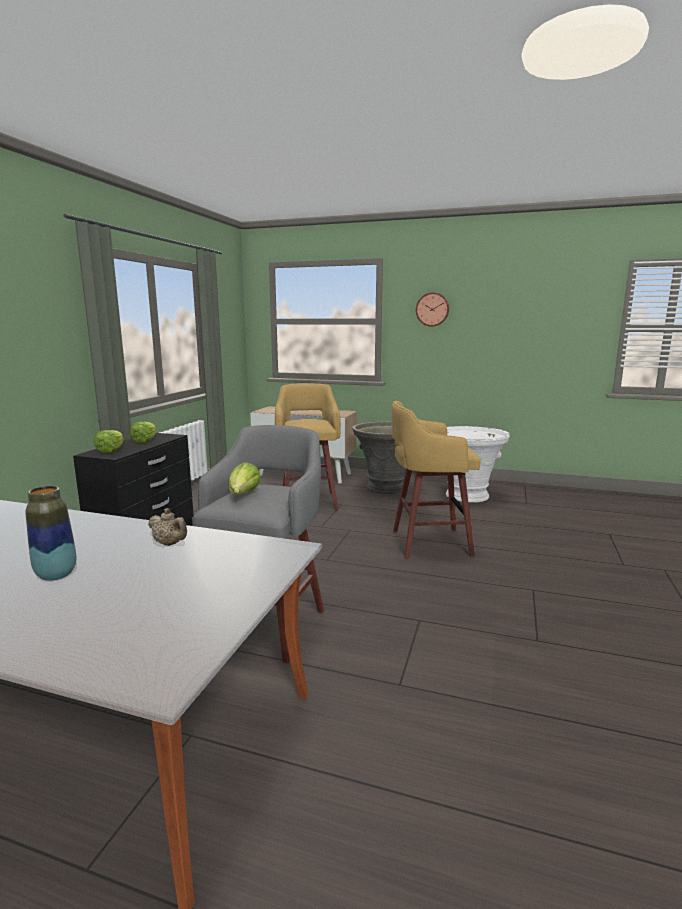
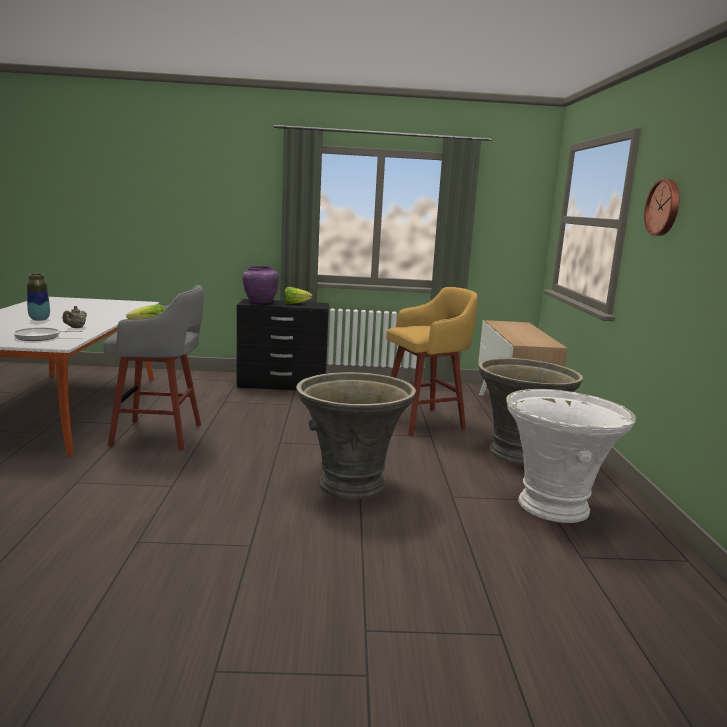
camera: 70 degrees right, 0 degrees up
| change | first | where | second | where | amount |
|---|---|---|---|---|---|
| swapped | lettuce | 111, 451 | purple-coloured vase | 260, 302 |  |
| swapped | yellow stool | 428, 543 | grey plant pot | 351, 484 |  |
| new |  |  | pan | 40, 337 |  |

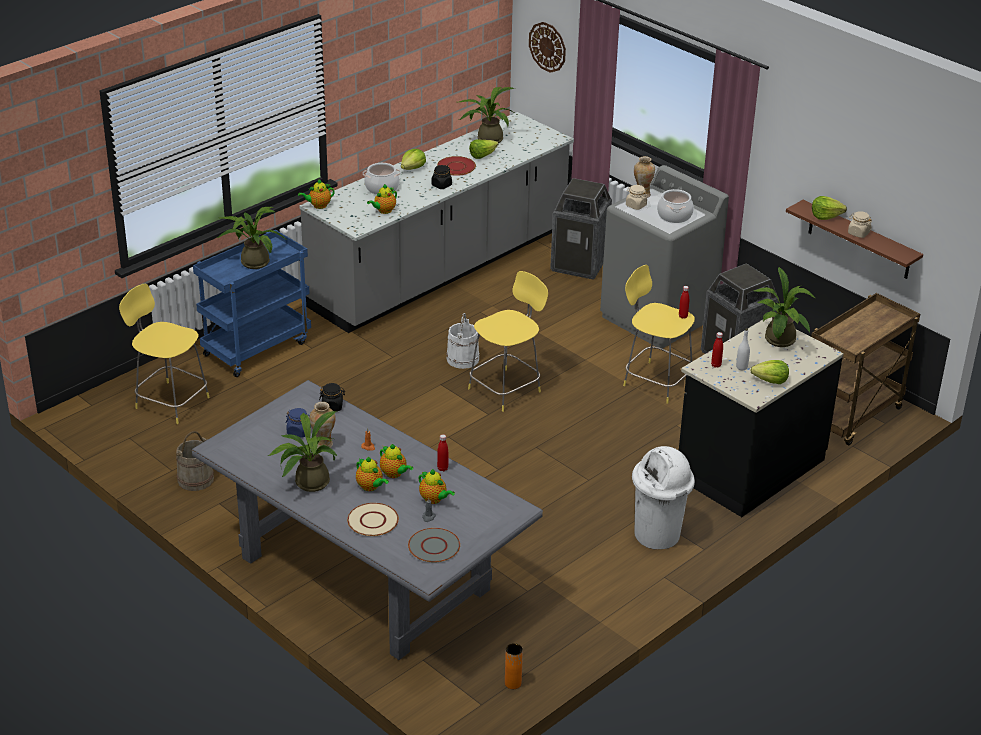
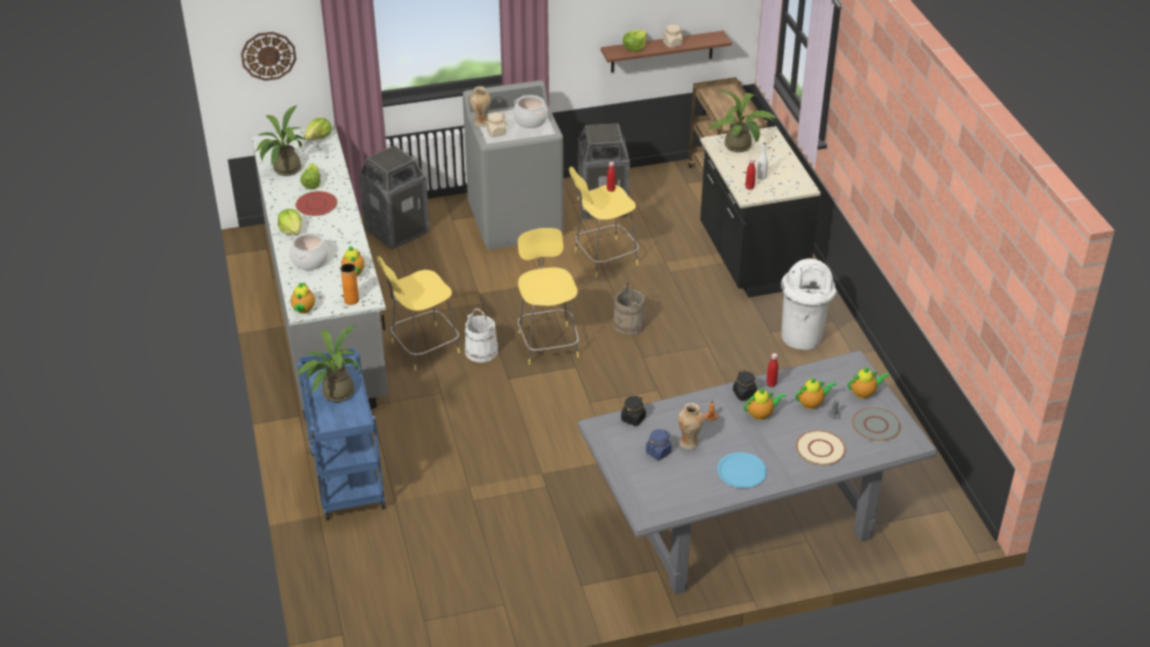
camera: 60 degrees left, 5 degrees up
| change | first | where | second | where | amount |
|---|---|---|---|---|---|
| shifted | yellow stool | 170, 402 |  | 423, 348 |  |
| shifted | beige bucket | 195, 479 |  | 629, 325 |  |
| swapped | houseplant | 307, 483 | blue dinner plate | 741, 471 |  |
| shifted | pot for tea | 370, 487 |  | 864, 393 |  |
| shifted | black-coloured preserve jar | 441, 185 |  | 744, 394 |  |
| shifted | orange vase | 513, 683 |  | 351, 300 |  |
| shifted | lettuce | 770, 380 |  | 319, 137 |  |

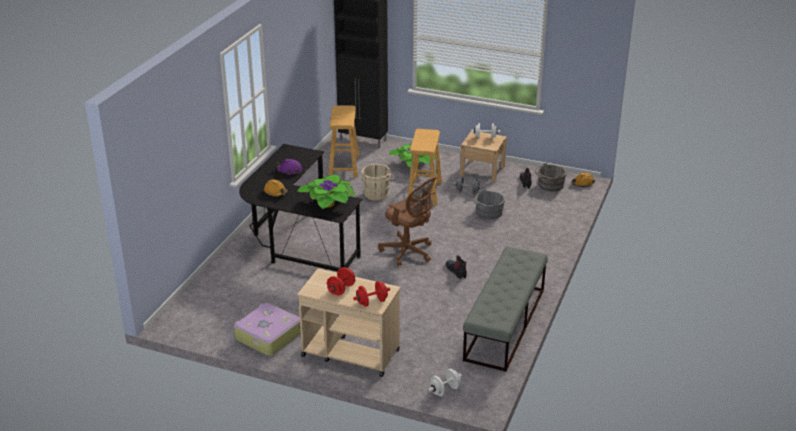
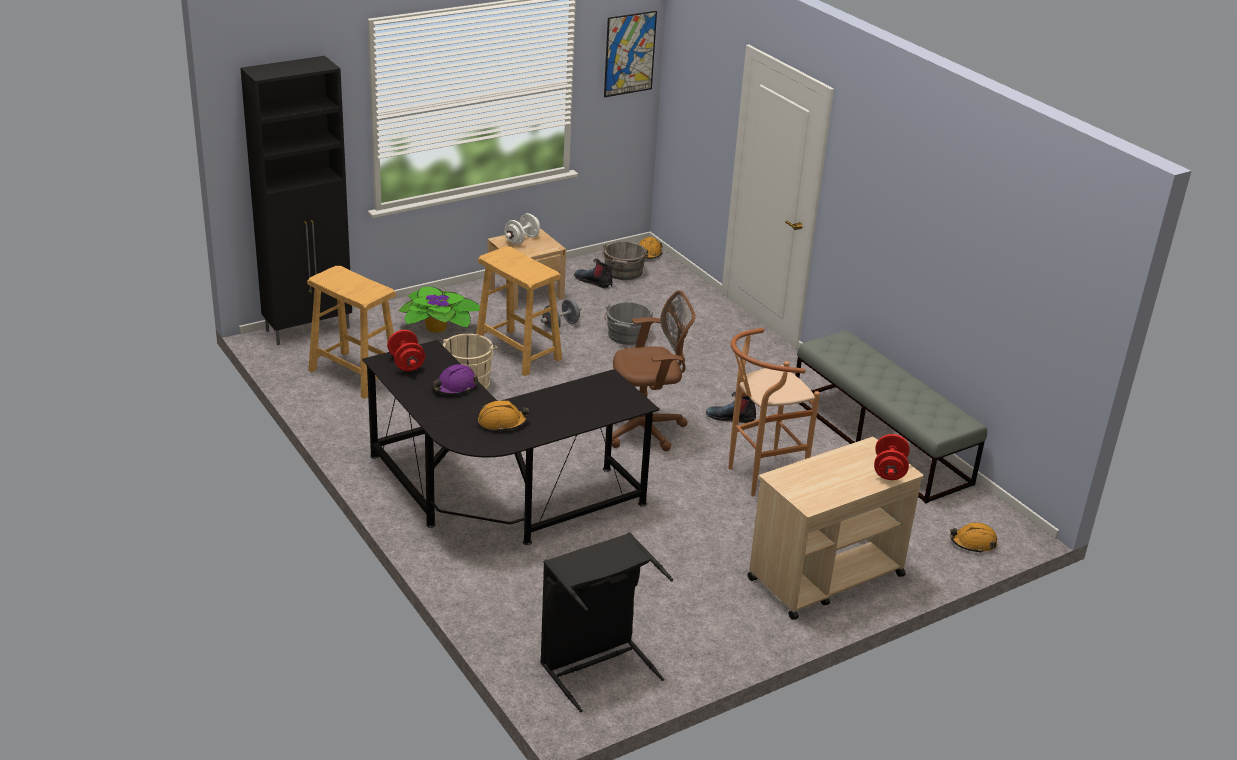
camera: 55 degrees left, 0 degrees up
| change | first | where | second | where | amount |
|---|---|---|---|---|---|
| gone | travel case | 267, 336 |  |  |  |
| gone | houseplant | 328, 204 |  |  |  |
| shifted | red-coloured hand weight | 341, 289 |  | 406, 363 |  |
| swapped | whitish hand weight | 445, 390 | orange safety helmet | 973, 543 |  |
| new |  |  | black-coloured washing basket | 595, 664 |  |
| new |  |  | picture | 629, 54 |  |
| new |  |  | brownish stool | 758, 478 |  |

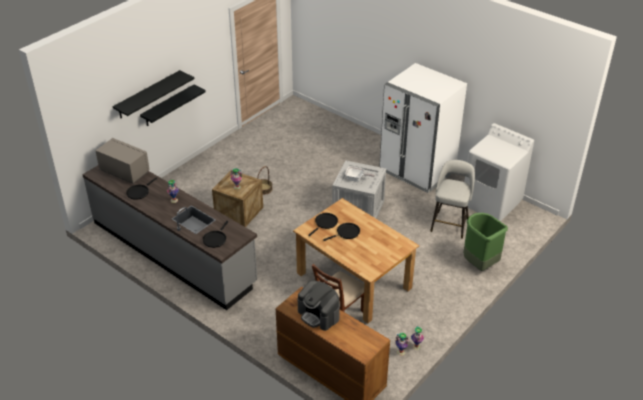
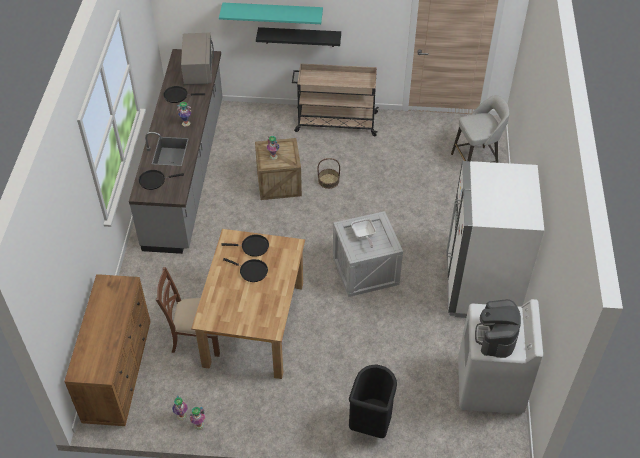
camera: 55 degrees right, 10 degrees up
| change | first | where | second | where | amount |
|---|---|---|---|---|---|
| repainted | black-coloured shelf | 148, 95 | blue-green shelf | 272, 13 |  |
| shifted | coffee maker | 319, 314 |  | 496, 337 |  |
| shifted | grey stool | 450, 224 |  | 476, 162 |  |
| repainted | green trash can | 479, 264 | black-coloured trash can | 370, 423 |  |
| new |  |  | beige wheeled cart | 335, 122 |  |

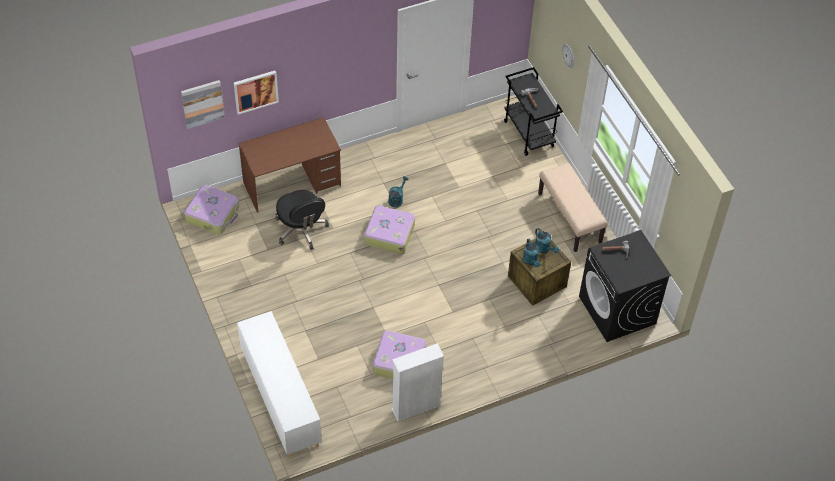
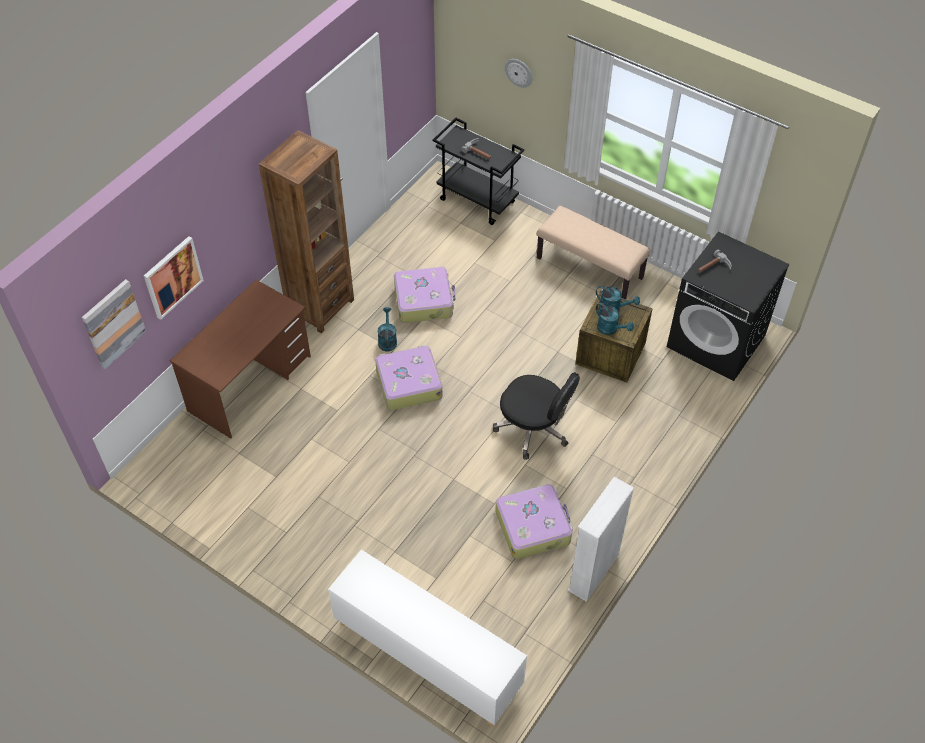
camera: 30 degrees left, 0 degrees up
| change | first | where | second | where | amount |
|---|---|---|---|---|---|
| shifted | travel case | 213, 214 |  | 424, 301 |  |
| shifted | black-coloured desk chair | 301, 230 |  | 534, 428 |  |
| new |  |  | brownish bookshelf | 320, 306 |  |

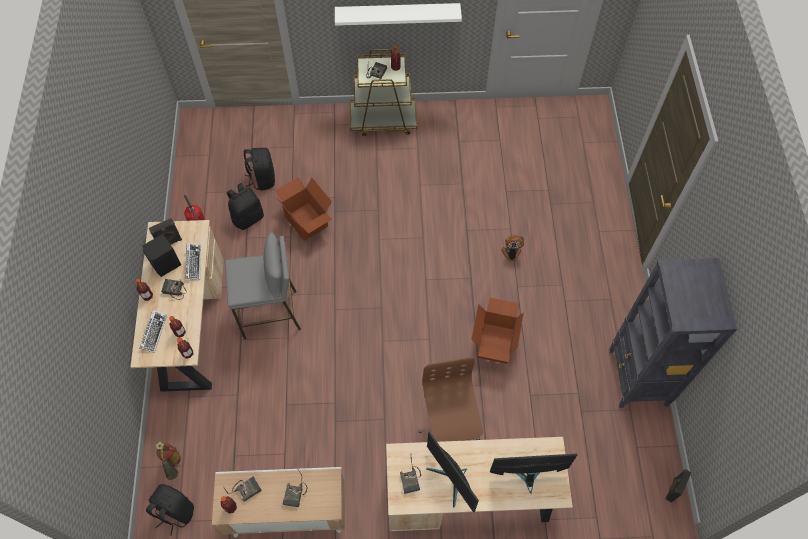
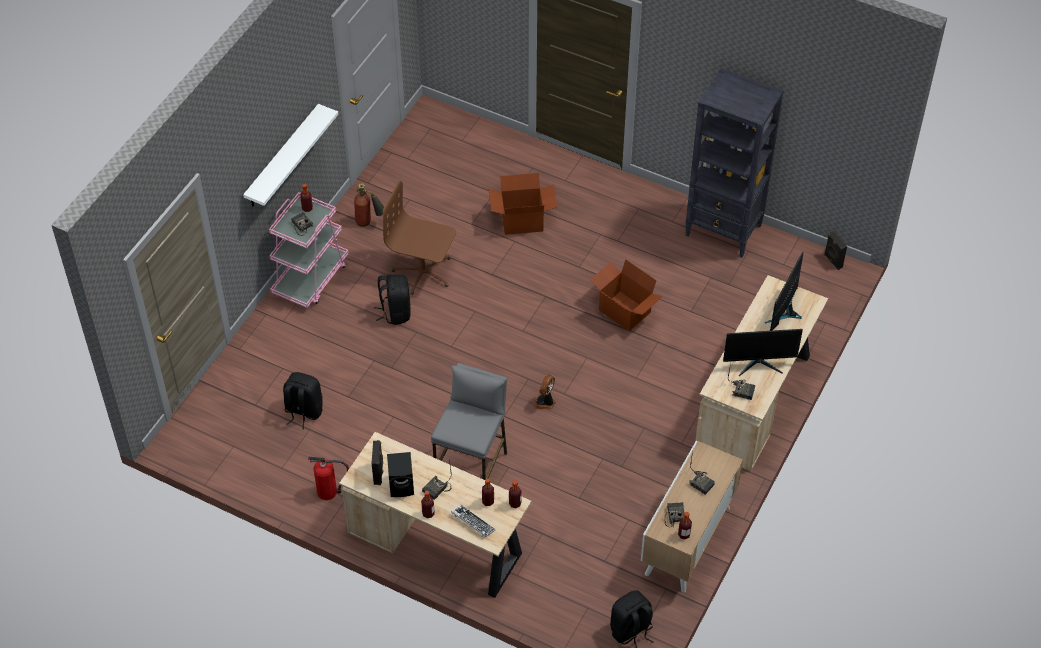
camera: 60 degrees left, 10 degrees down
| change | first | where | second | where | amount |
|---|---|---|---|---|---|
| shifted | fire-fighting cylinder | 174, 466 |  | 369, 222 |  |
| gone | PC keyboard | 193, 263 |  |  |  |
| shifted | black-coloured knapsack | 248, 217 |  | 395, 312 |  |
| shifted | carton | 307, 221 |  | 522, 220 |  |
| repainted | brownish wheeled cart | 383, 120 | pink wheeled cart | 311, 278 |  |
| shifted | brownish desk chair | 449, 427 |  | 423, 272 |  |
| shifted | cooling fan | 511, 254 |  | 545, 402 |  |

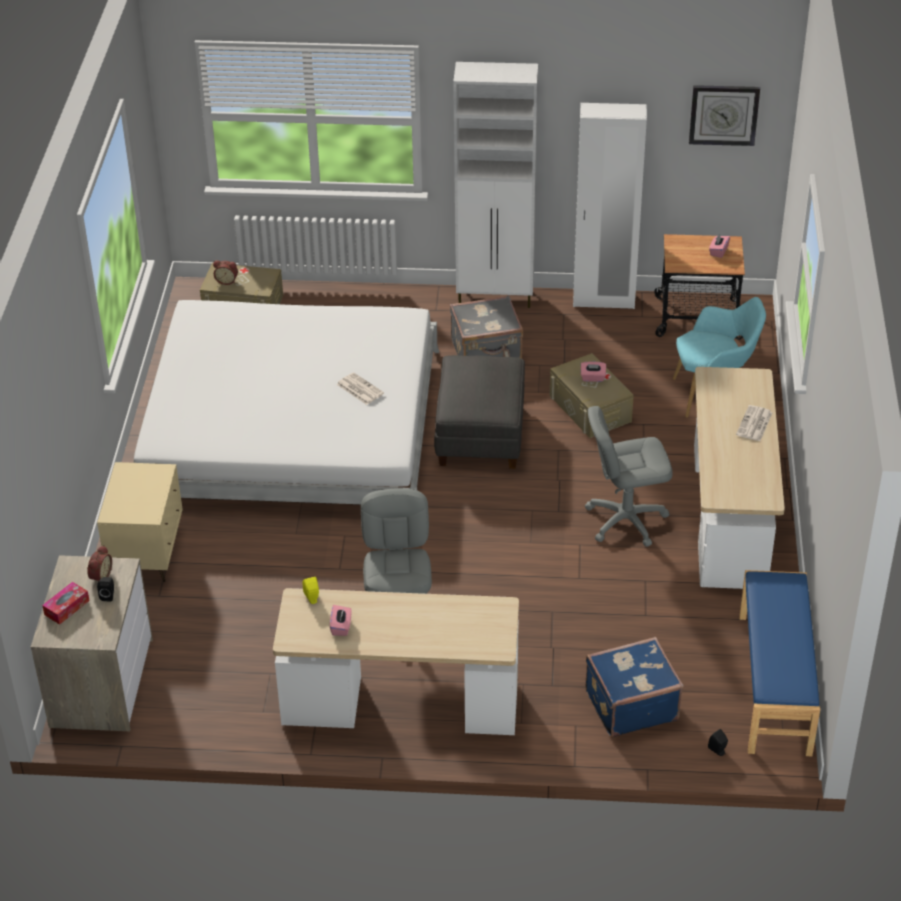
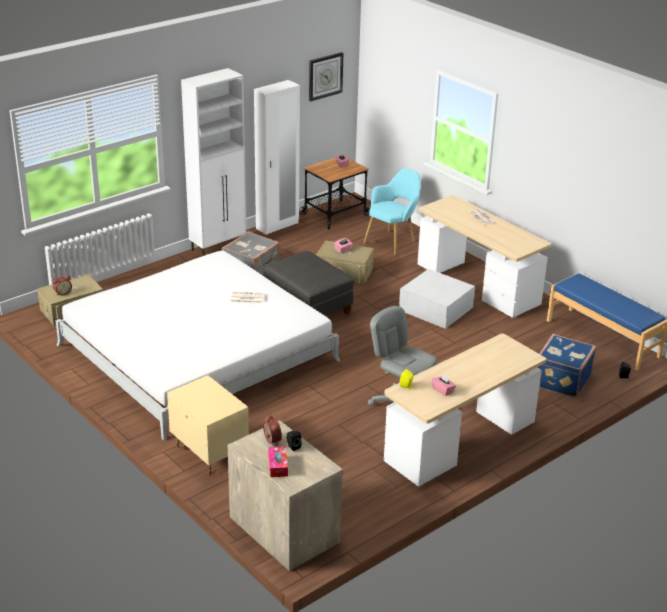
camera: 45 degrees left, 10 degrees down
| change | first | where | second | where | amount |
|---|---|---|---|---|---|
| swapped | grey desk chair | 625, 520 | whitish storage box | 436, 308 |  |

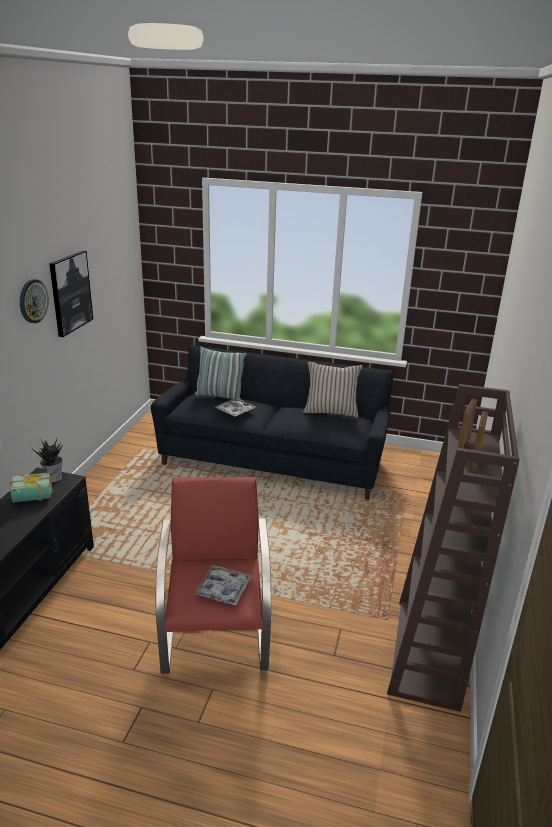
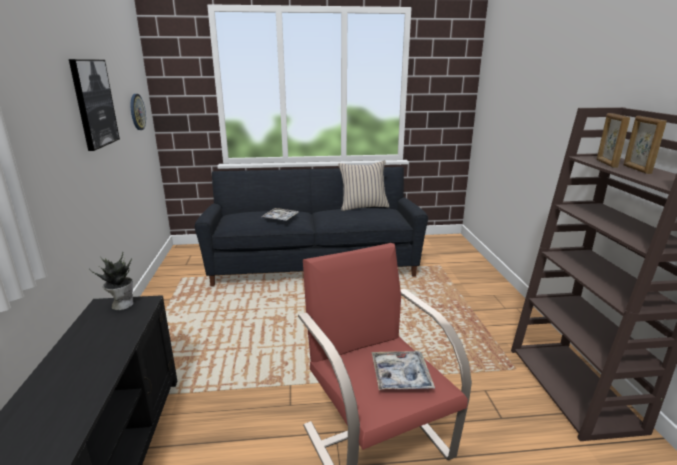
camera: 20 degrees left, 5 degrees down
| change | first | where | second | where | amount |
|---|---|---|---|---|---|
| gone | bound book | 32, 499 |  |  |  |
| shifted | wall clock | 33, 301 |  | 137, 112 |  |
| gone | throw pillow | 219, 396 |  |  |  |

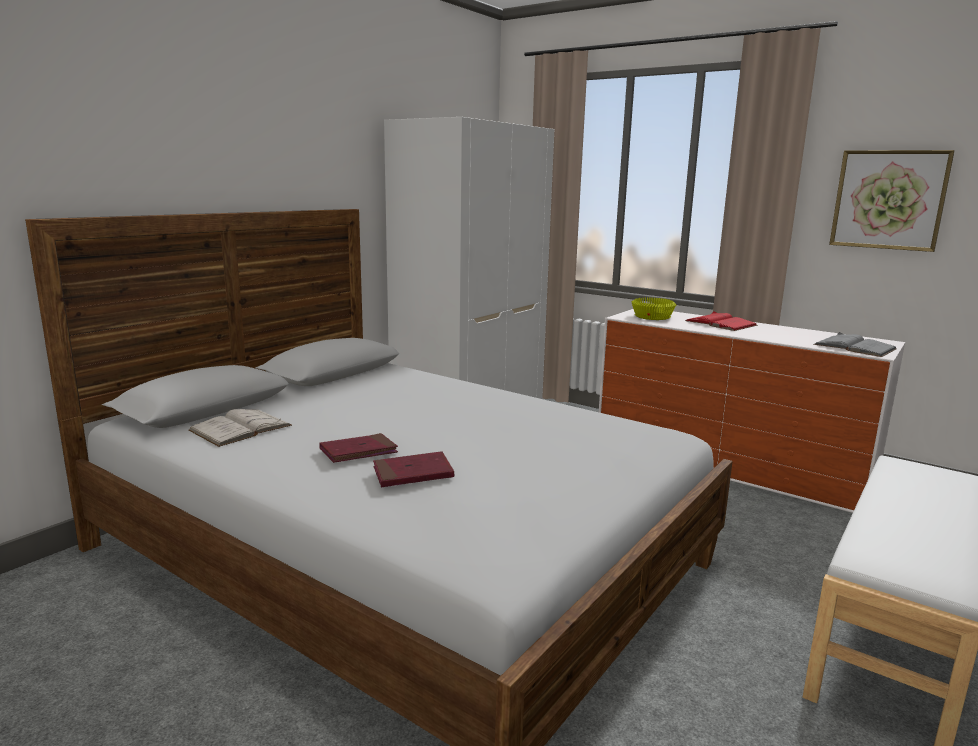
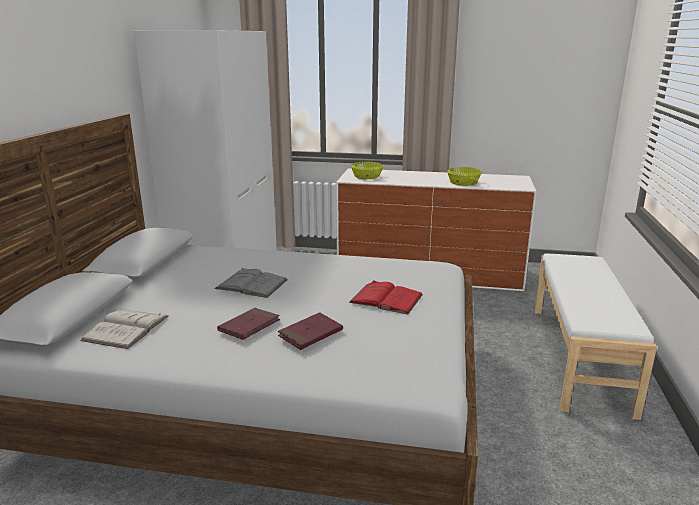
camera: 25 degrees left, 5 degrees up
| change | first | where | second | where | amount |
|---|---|---|---|---|---|
| shifted | red-coloured bound book | 720, 323 |  | 386, 298 |  |
| shifted | grey bound book | 854, 347 |  | 251, 284 |  |
| gone | picture | 888, 200 |  |  |  |
| new |  |  | yellow deep dish | 463, 182 |  |

